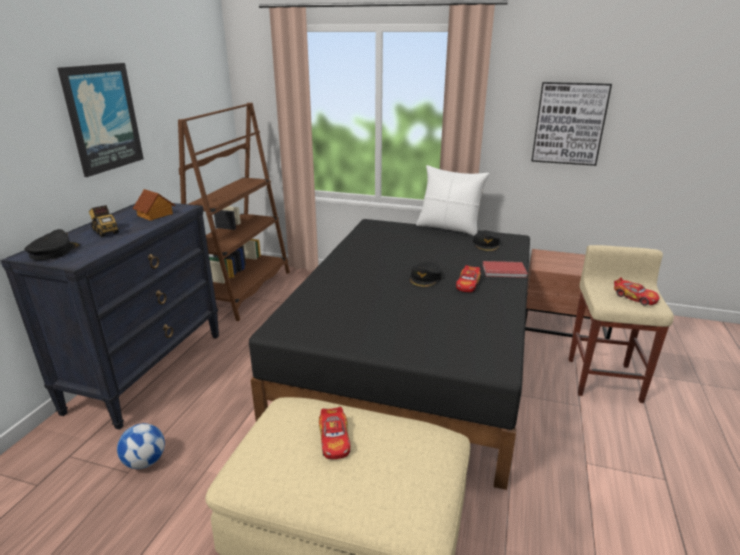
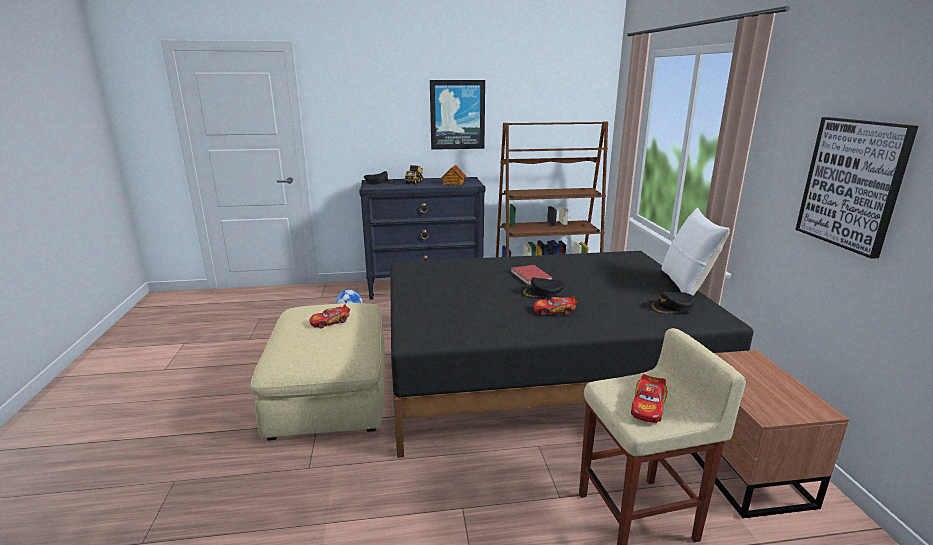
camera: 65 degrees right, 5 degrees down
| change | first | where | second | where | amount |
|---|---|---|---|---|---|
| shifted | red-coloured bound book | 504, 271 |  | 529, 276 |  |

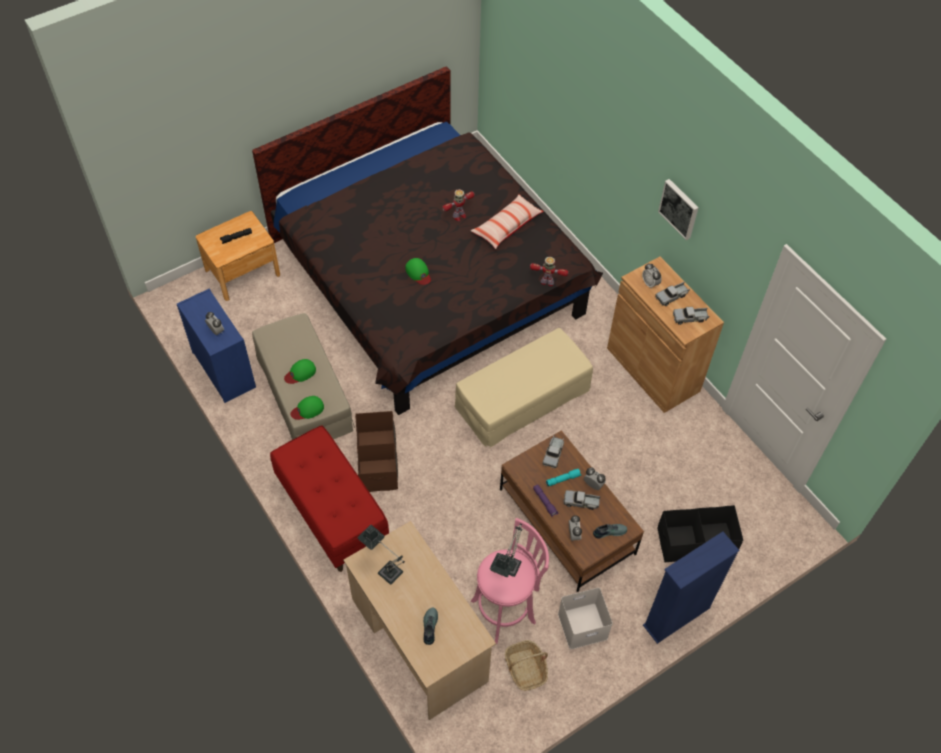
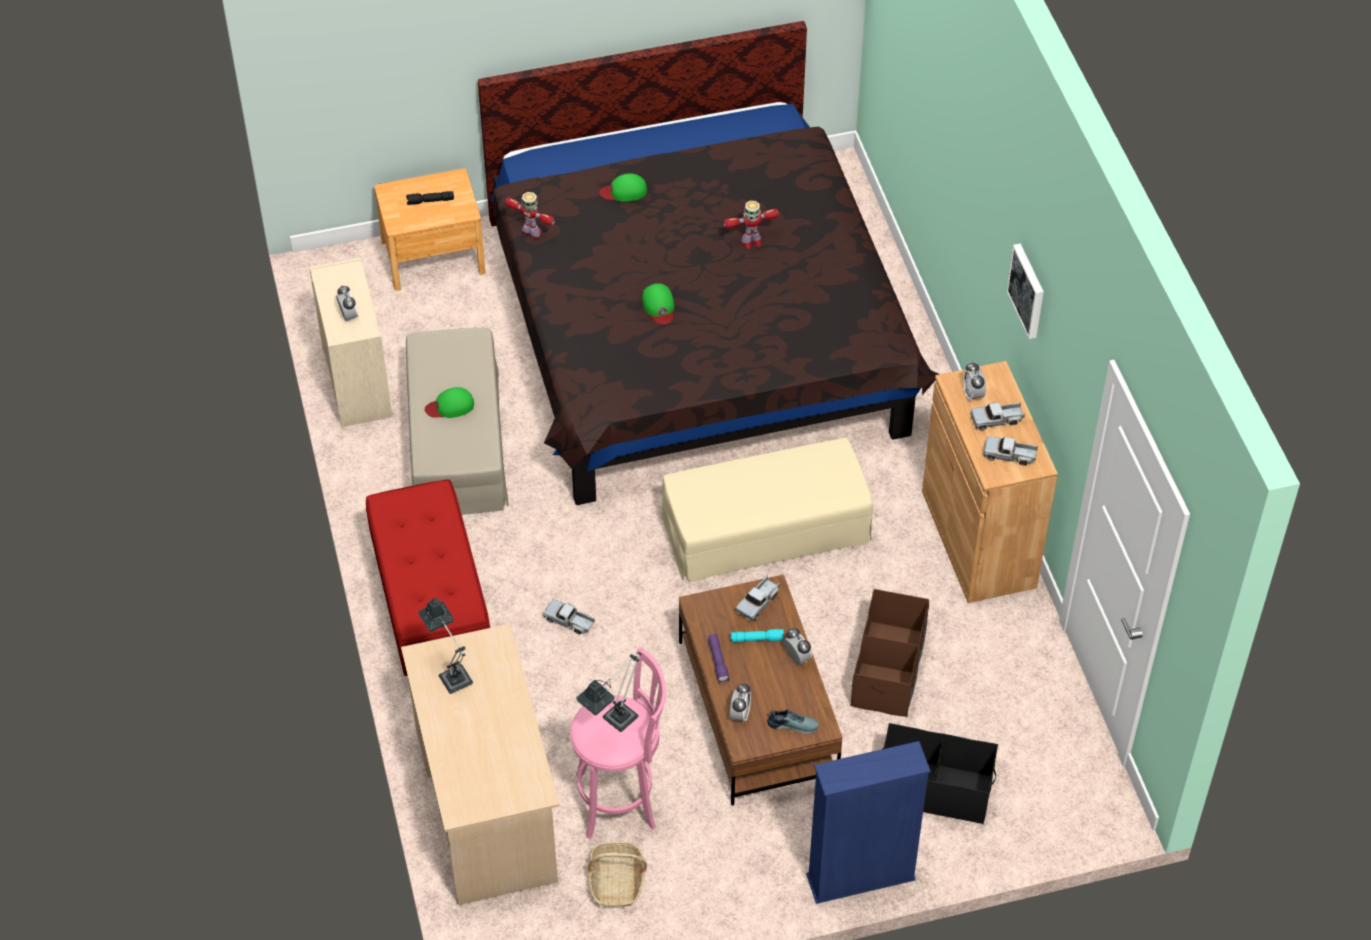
camera: 20 degrees right, 5 degrees down
| change | first | where | second | where | amount |
|---|---|---|---|---|---|
| repainted | blue drawer chest | 223, 369 | beige drawer chest | 356, 381 |  |
| shifted | green peaked cap | 307, 409 |  | 624, 191 |  |
| shifted | brownish storage box | 377, 460 |  | 889, 669 |  |
| gone | shoe | 429, 627 |  |  |  |
| gone | throw pillow | 507, 226 |  |  |  |
| shifted | model robot | 547, 282 |  | 532, 232 |  |
| gone | whitish storage box | 582, 627 |  |  |  |
| shifted | toy truck | 581, 502 |  | 569, 621 |  |

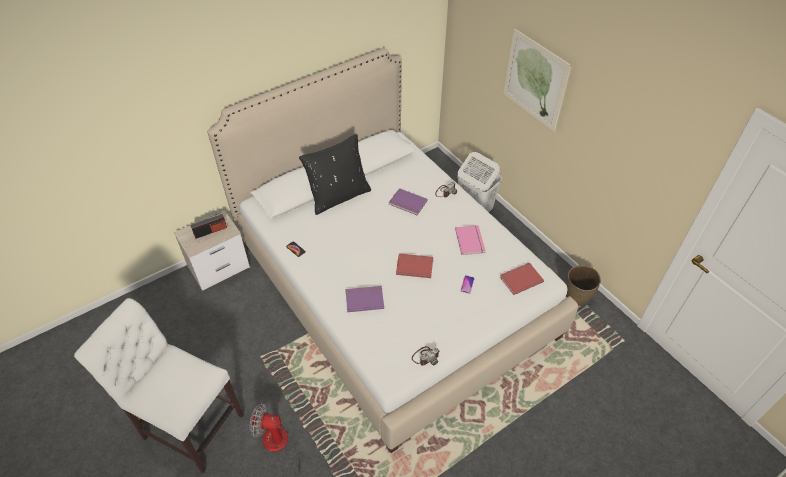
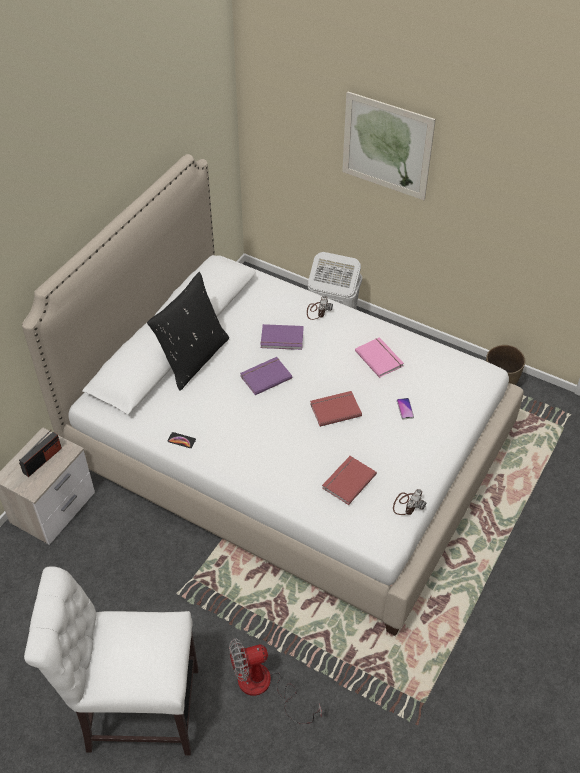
camera: 25 degrees left, 0 degrees up
| change | first | where | second | where | amount |
|---|---|---|---|---|---|
| shifted | purple-coloured bound book | 364, 299 |  | 265, 376 |  |
| shifted | red-coloured bound book | 520, 279 |  | 347, 480 |  |

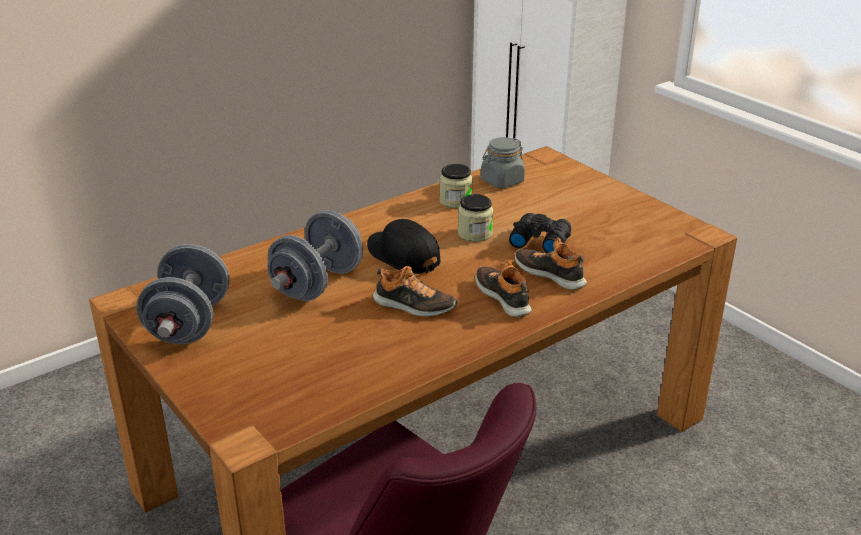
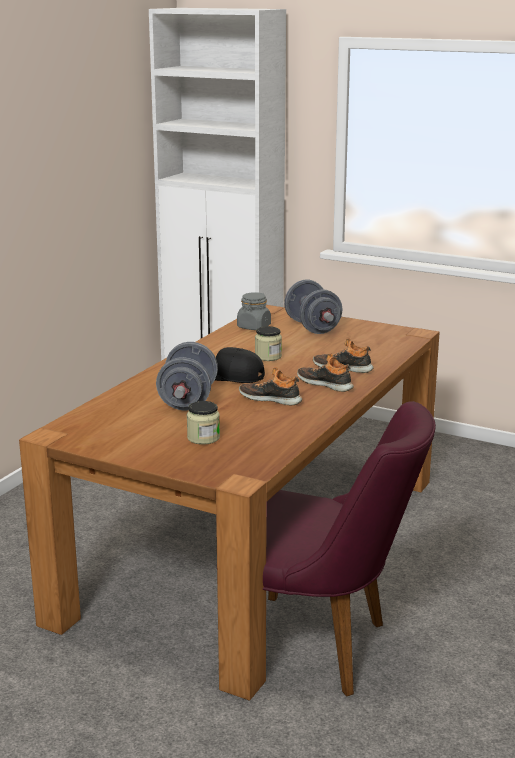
camera: 25 degrees left, 10 degrees down
| change | first | where | second | where | amount |
|---|---|---|---|---|---|
| shifted | grey hand weight | 189, 323 |  | 312, 327 |  |
| rotated | shoe | 414, 306 |  | 271, 399 | 150 degrees counterclockwise |
| shifted | preserve jar | 455, 201 |  | 203, 438 |  |
| gone | black-coloured pair of binoculars | 539, 241 |  |  |  |

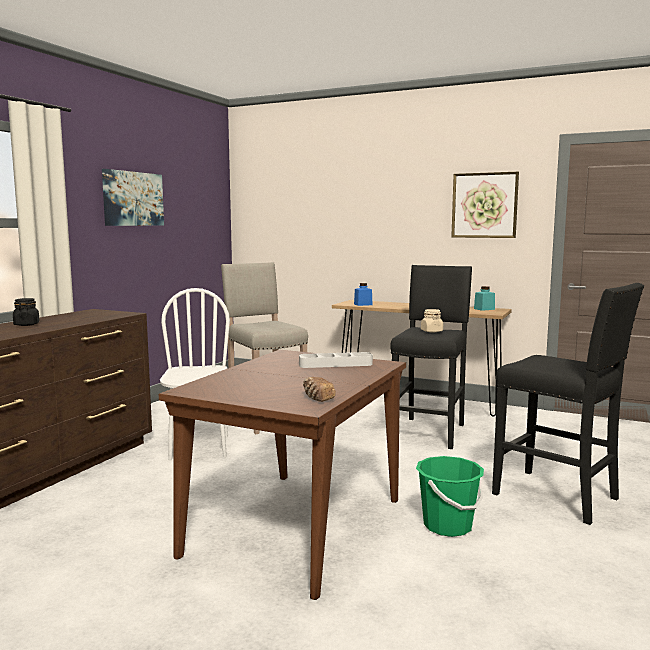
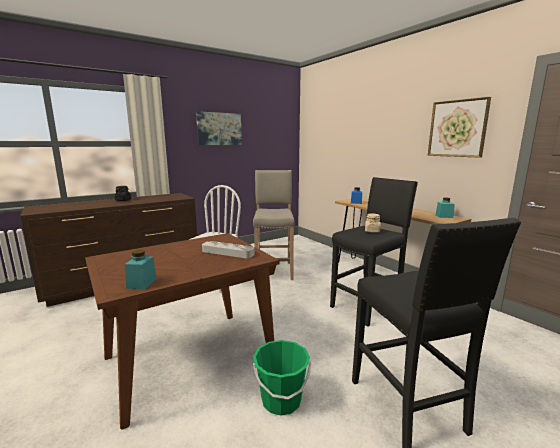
camera: 30 degrees right, 5 degrees up
| change | first | where | second | where | amount |
|---|---|---|---|---|---|
| swapped | baked bread | 317, 398 | blue-green preserve jar | 142, 283 |  |

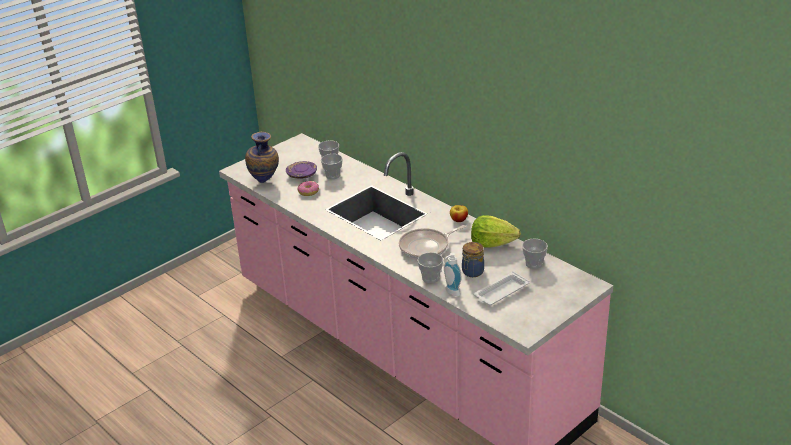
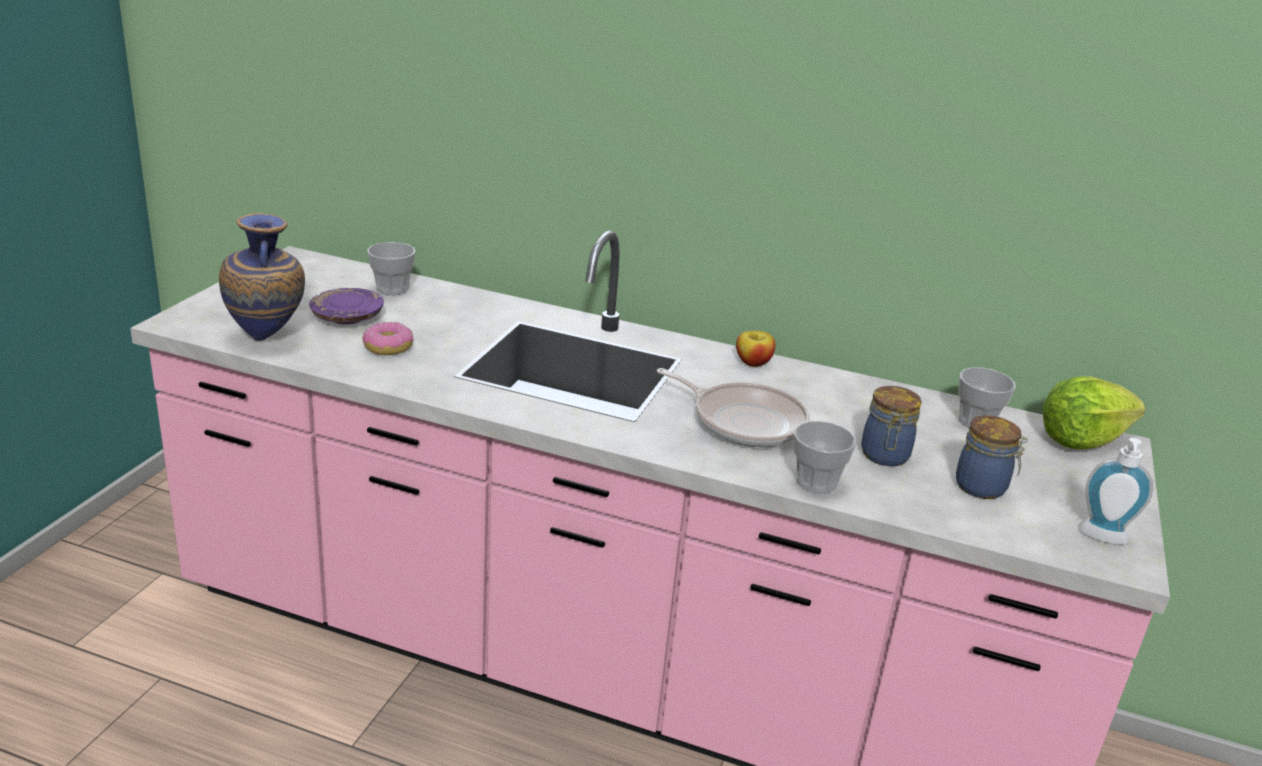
camera: 30 degrees left, 5 degrees down
| change | first | where | second | where | amount |
|---|---|---|---|---|---|
| gone | small cup | 333, 175 |  |  |  |
| rotated | pan | 426, 247 |  | 744, 421 | 90 degrees counterclockwise |
| shifted | soap bottle | 451, 292 |  | 1102, 539 |  |
| shifted | lettuce | 492, 243 |  | 1082, 440 |  |
| swapped | whitish tray | 500, 292 | preserve jar | 983, 487 |  |

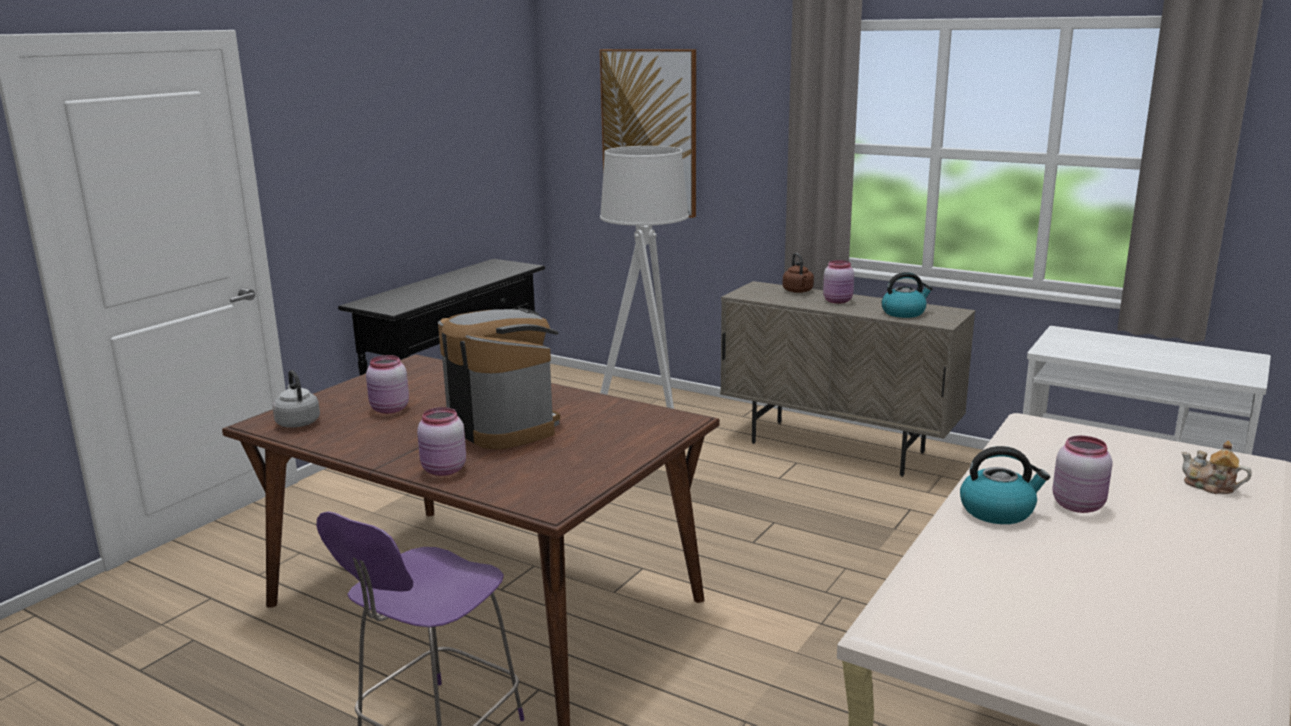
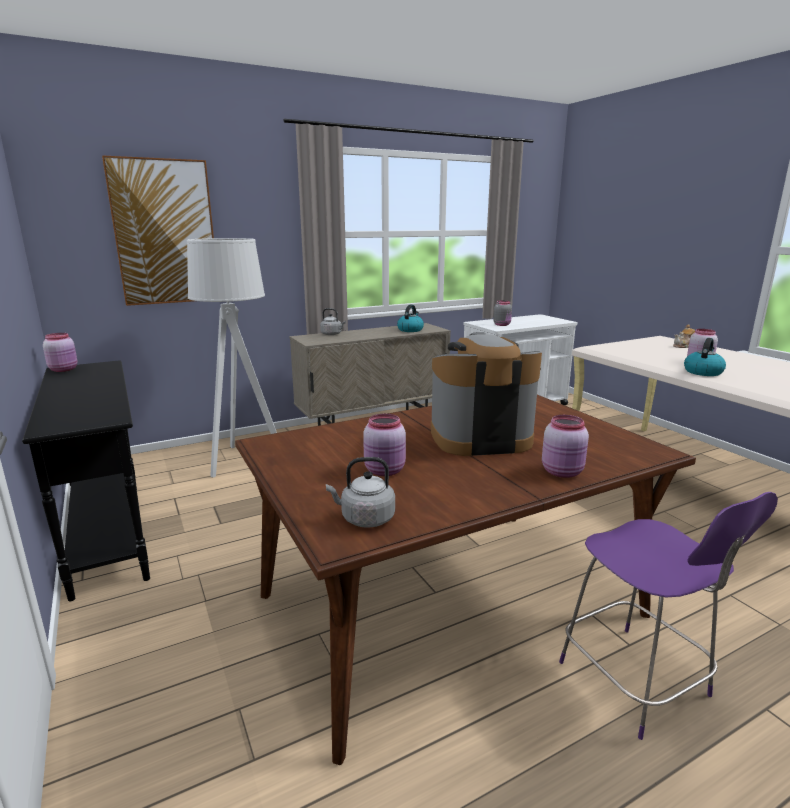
camera: 60 degrees left, 0 degrees up
| change | first | where | second | where | amount |
|---|---|---|---|---|---|
| repainted | brownish water kettle | 798, 291 | grey water kettle | 332, 334 |  |
| shifted | pink preserve jar | 838, 301 |  | 64, 369 |  |
| new |  |  | grey preserve jar | 502, 325 |  |

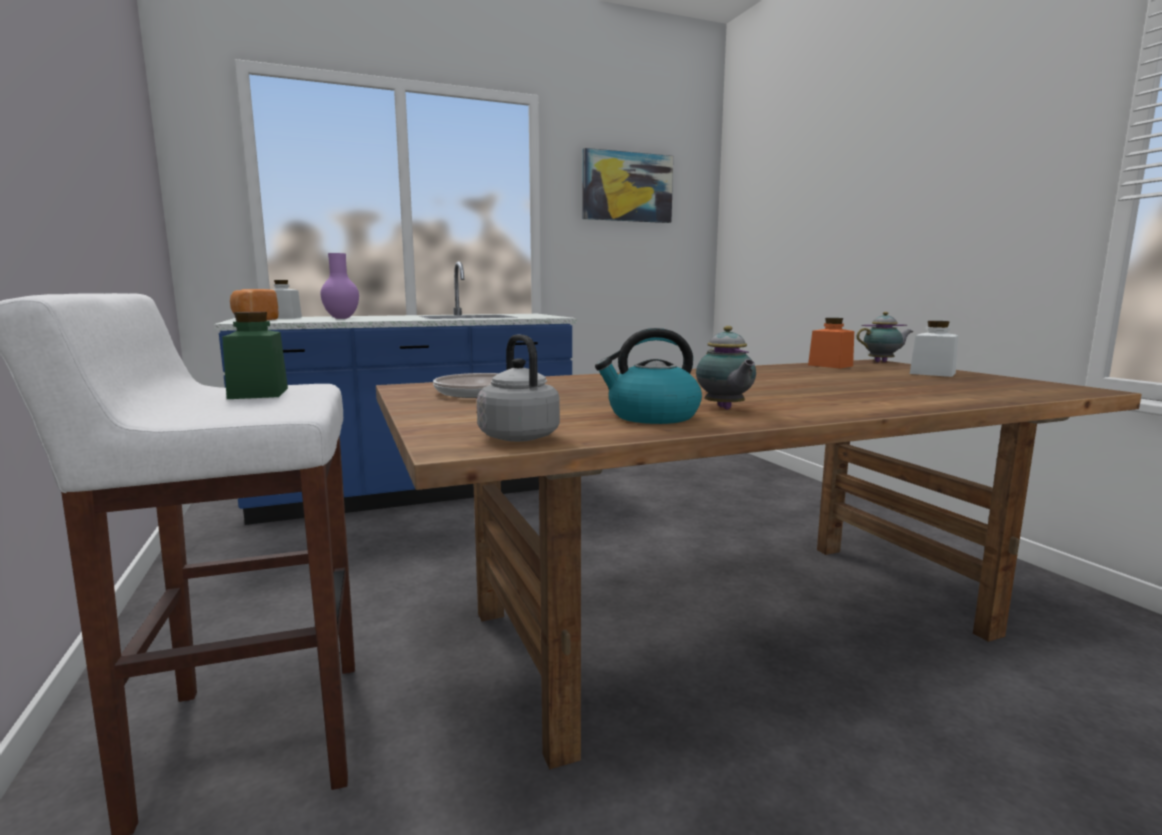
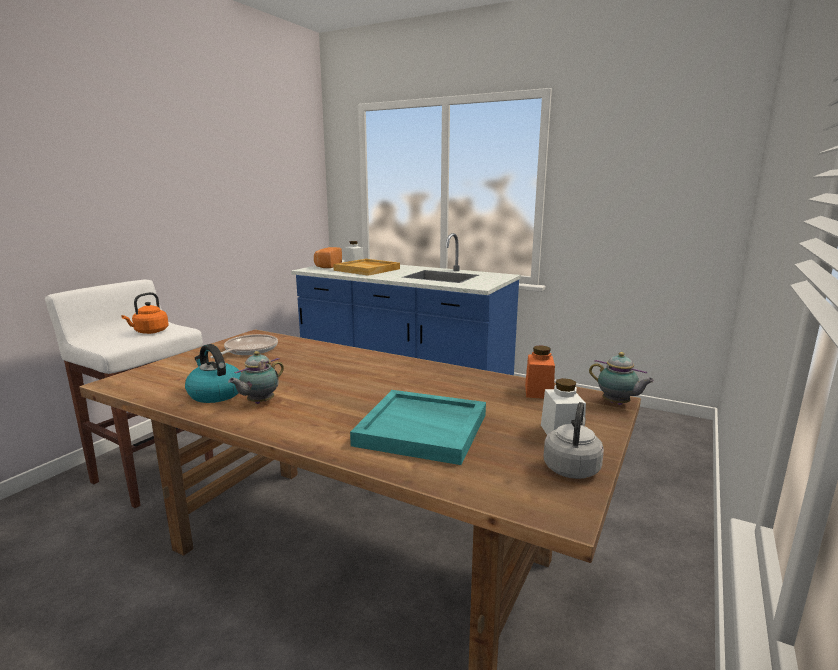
camera: 50 degrees right, 5 degrees up
| change | first | where | second | where | amount |
|---|---|---|---|---|---|
| swapped | green preserve jar | 258, 393 | orange water kettle | 149, 332 |  |
| swapped | purple-coloured vase | 342, 318 | beige tray | 367, 269 |  |
| shifted | grey water kettle | 517, 436 |  | 571, 467 |  |
| gone | picture | 627, 187 |  |  |  |
| new |  |  | blue-green tray | 423, 429 |  |

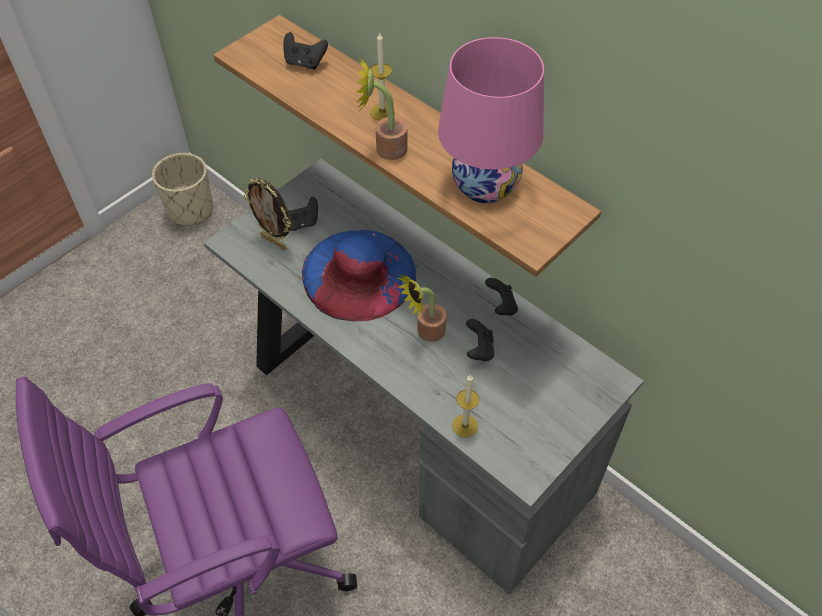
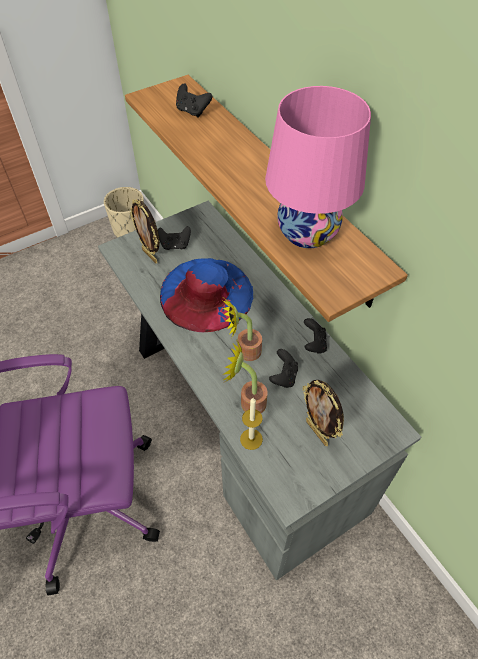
camera: 15 degrees right, 0 degrees up
| change | first | where | second | where | amount |
|---|---|---|---|---|---|
| shifted | houseplant | 384, 148 |  | 248, 402 |  |
| gone | wax candle | 382, 112 |  |  |  |
| new |  |  | picture frame | 317, 432 |  |

